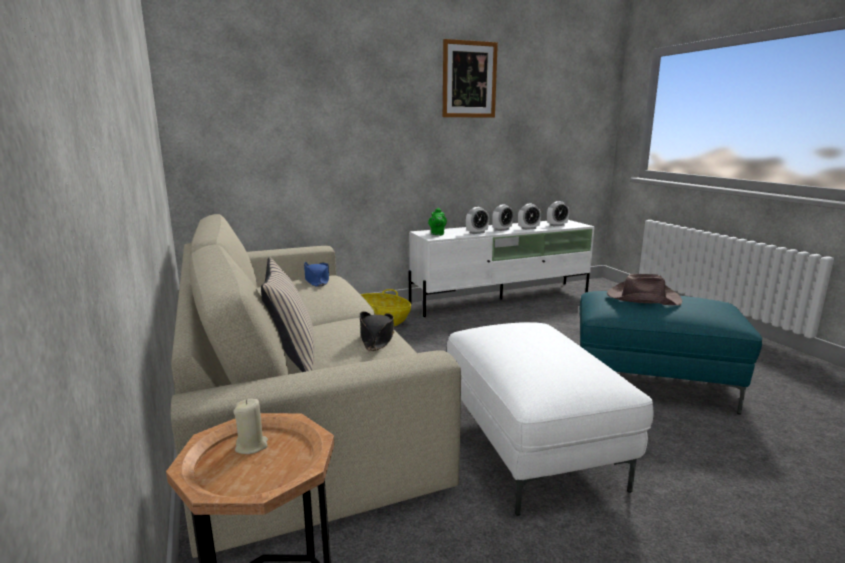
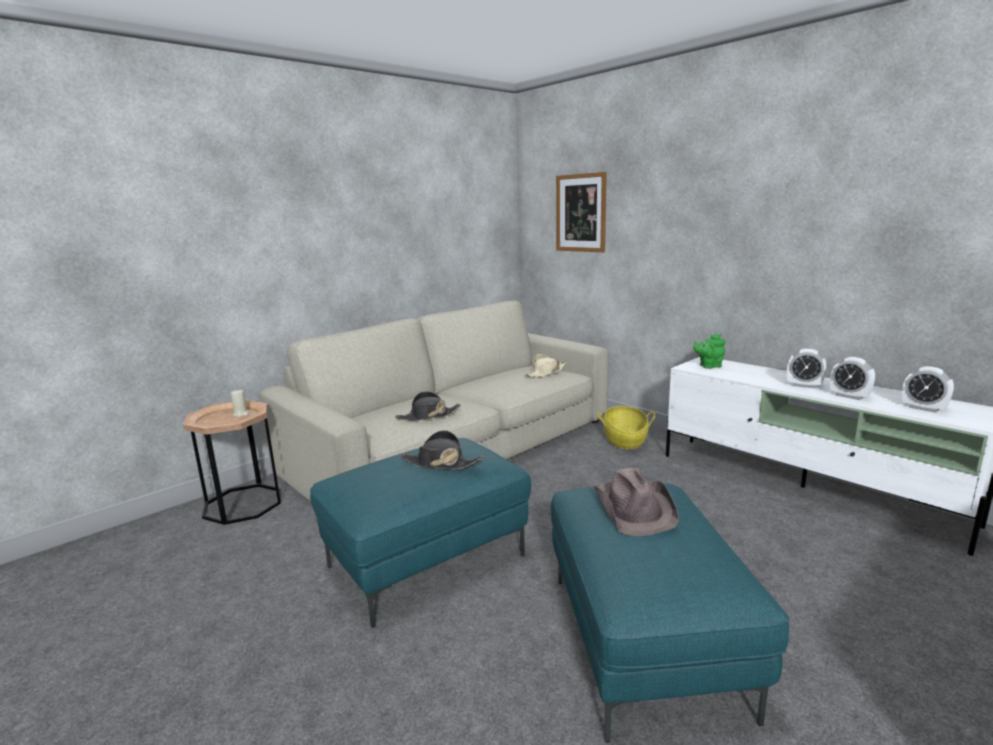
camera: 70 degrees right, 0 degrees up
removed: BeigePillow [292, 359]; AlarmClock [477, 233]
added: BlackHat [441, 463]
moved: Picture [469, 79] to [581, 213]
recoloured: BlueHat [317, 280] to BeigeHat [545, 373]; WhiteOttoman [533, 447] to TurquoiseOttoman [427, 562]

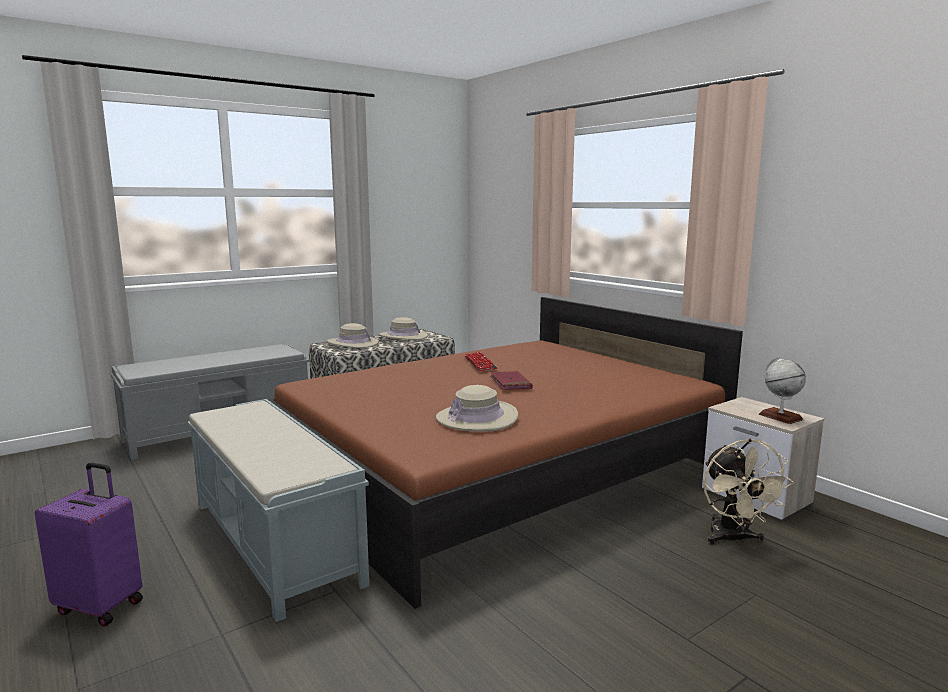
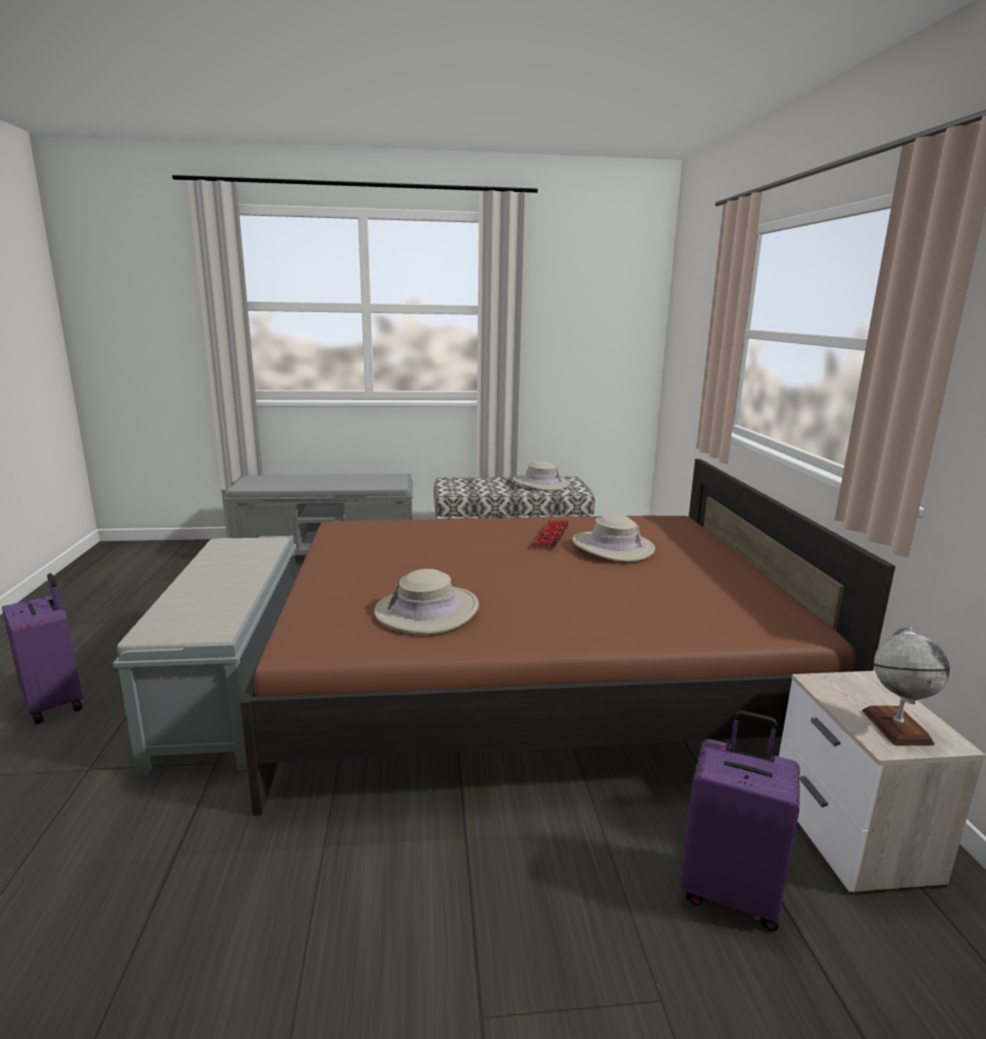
camera: 30 degrees right, 5 degrees up
removed: RedBook [510, 383]
moved: BeigeHat [353, 343] to [612, 547]
replaced: BeigeFan [733, 539] to PurpleSuitcase [730, 891]

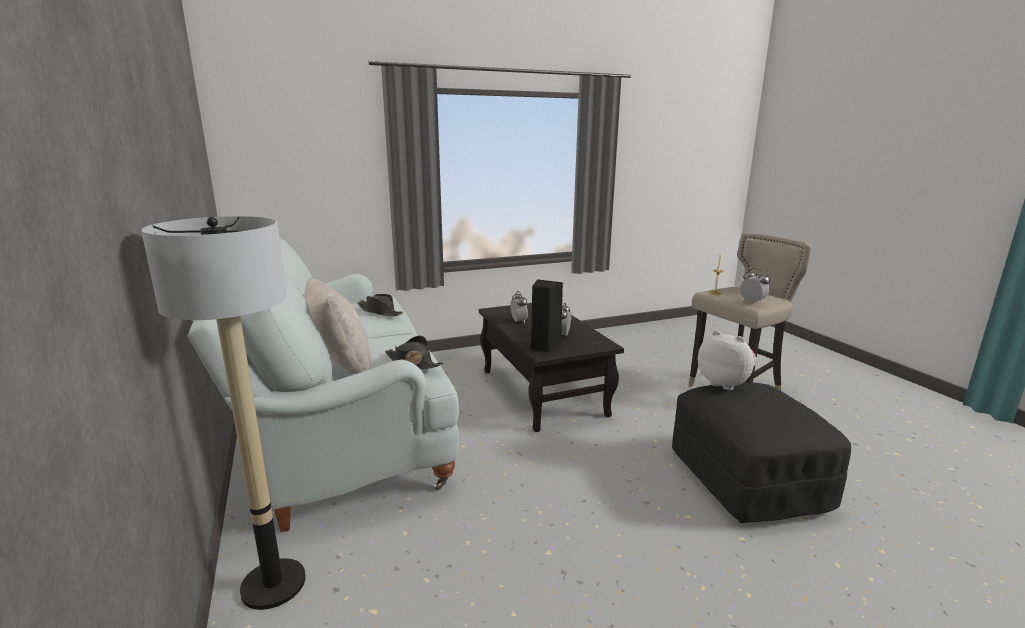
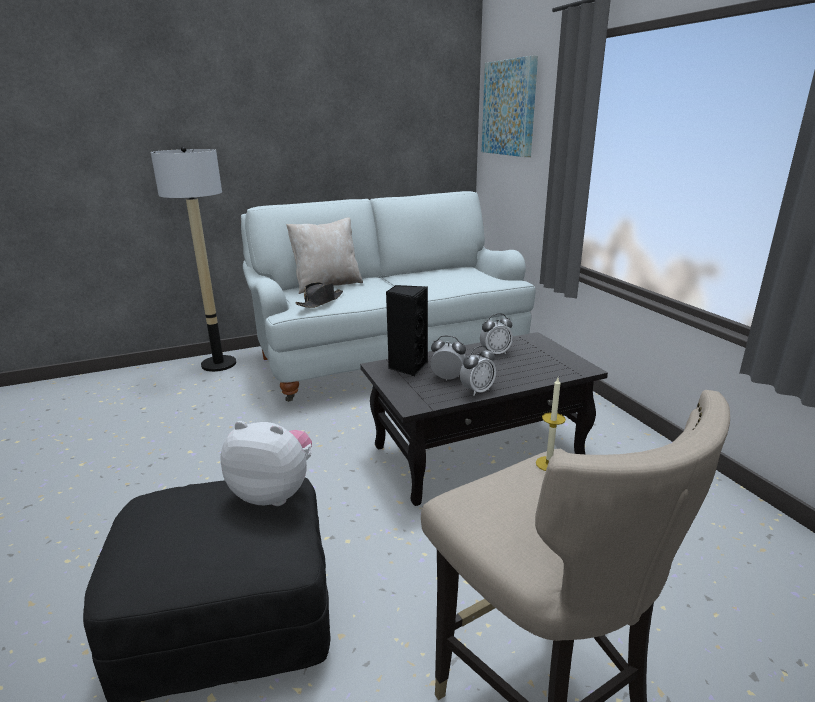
camera: 90 degrees right, 5 degrees up
removed: BlackHat [380, 312]
added: Picture [509, 108]
moved: AlarmClock [752, 302] to [477, 391]
turned: PlushToy [724, 384] = [274, 492] 120 degrees counterclockwise

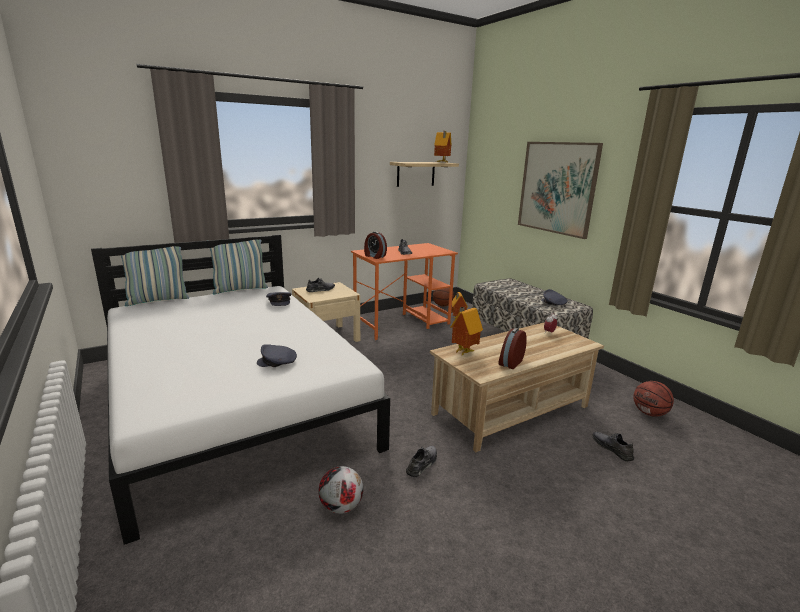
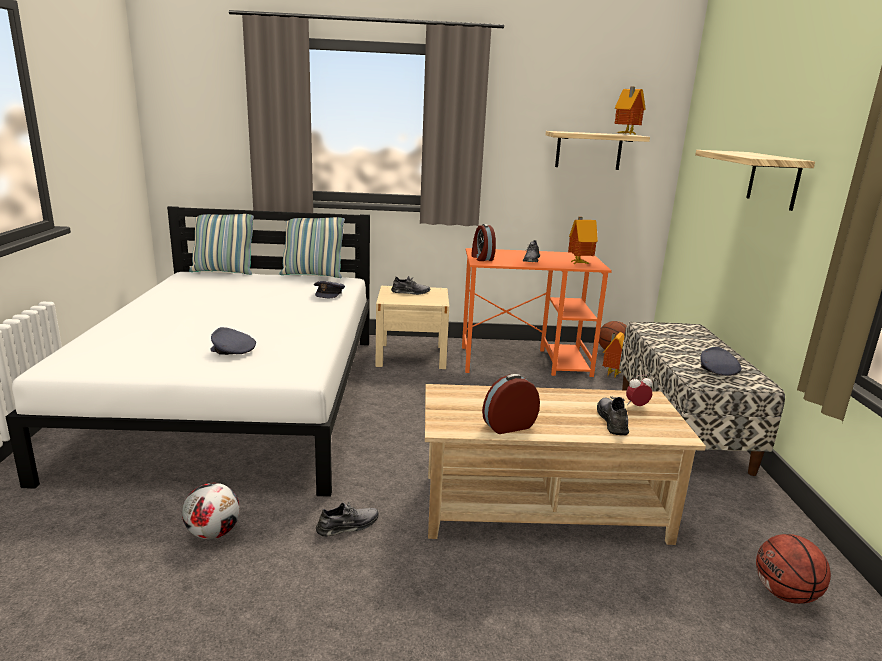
camera: 30 degrees right, 0 degrees up
moved: ToyHouse [463, 351] to [579, 263]; GreyShoe [612, 449] to [612, 421]
replaced: Picture [557, 188] to Shelf [773, 180]

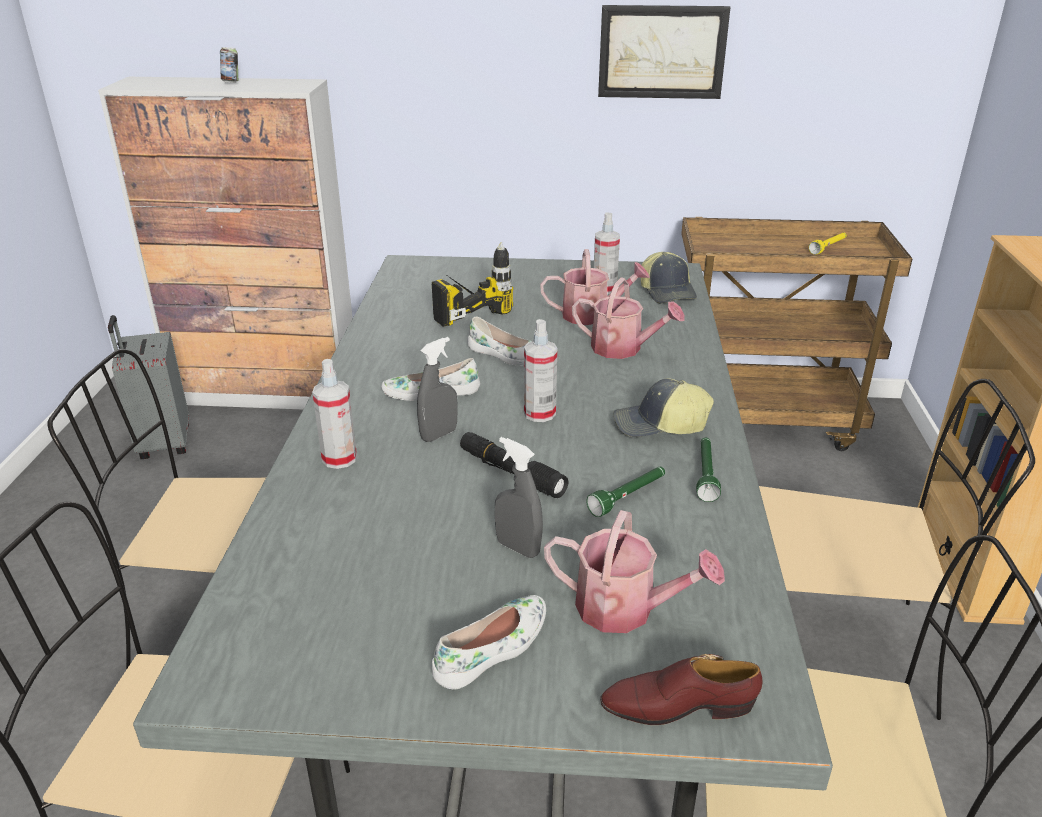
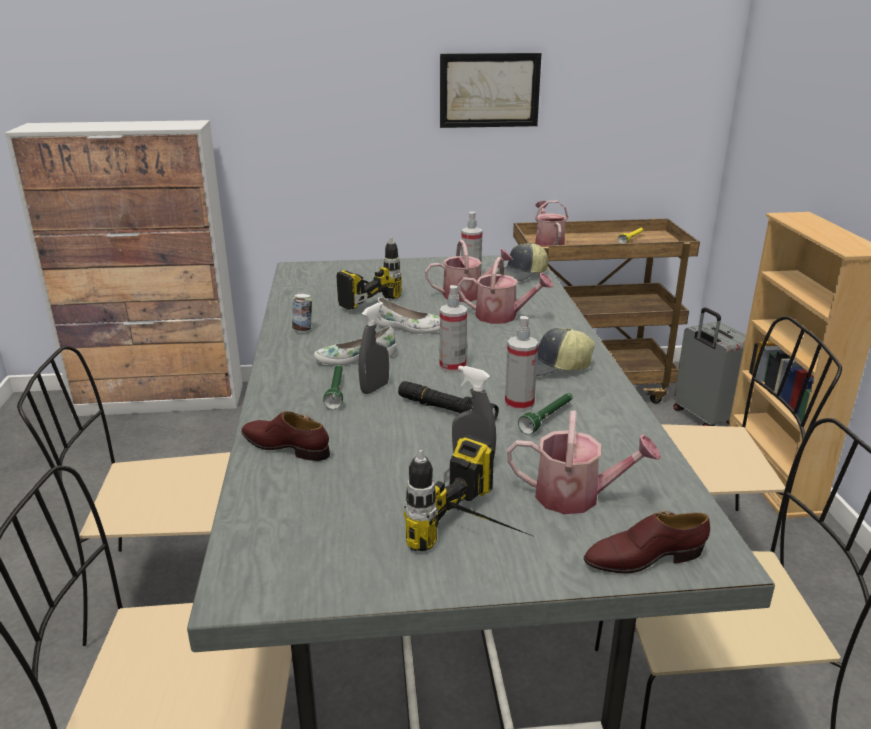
camera: 10 degrees left, 5 degrees down
added: BrownShoe [285, 446]; WateringCan [548, 243]
moved: GreySuitcase [163, 443] to [703, 418]; Can [231, 82] to [303, 330]; SprayBottle [339, 458] to [519, 404]; GreenFlashlight [705, 475] to [336, 391]
replaced: WhiteShoe [493, 649] to PowerDrill [481, 536]
turned: Cap [667, 292] = [522, 275] 75 degrees clockwise

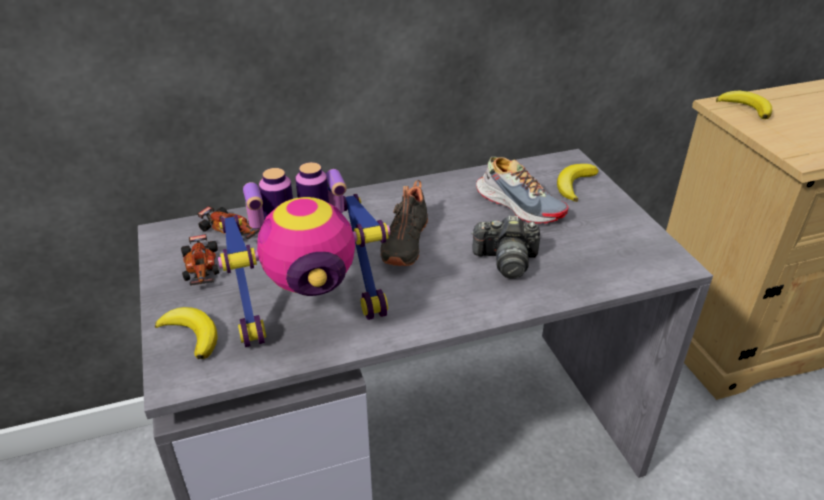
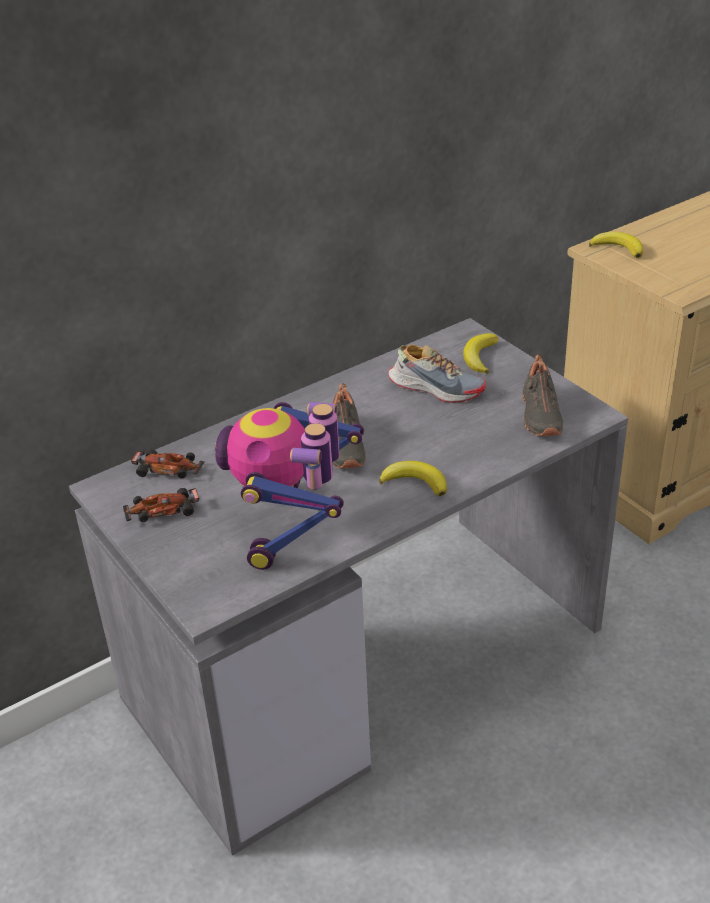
camera: 15 degrees left, 0 degrees up
removed: PhotoCamera [506, 260]
added: BlackShoe [539, 415]
moved: Banana [191, 335] to [415, 482]
turned: ToyCar [200, 267] = [162, 511] 105 degrees clockwise; ToyRobot [312, 314] = [294, 527] 135 degrees clockwise

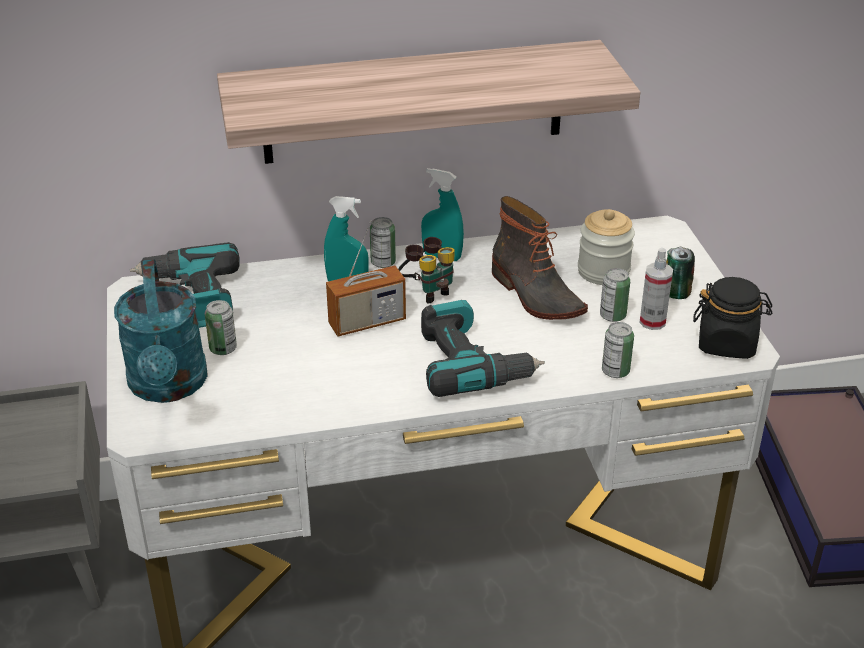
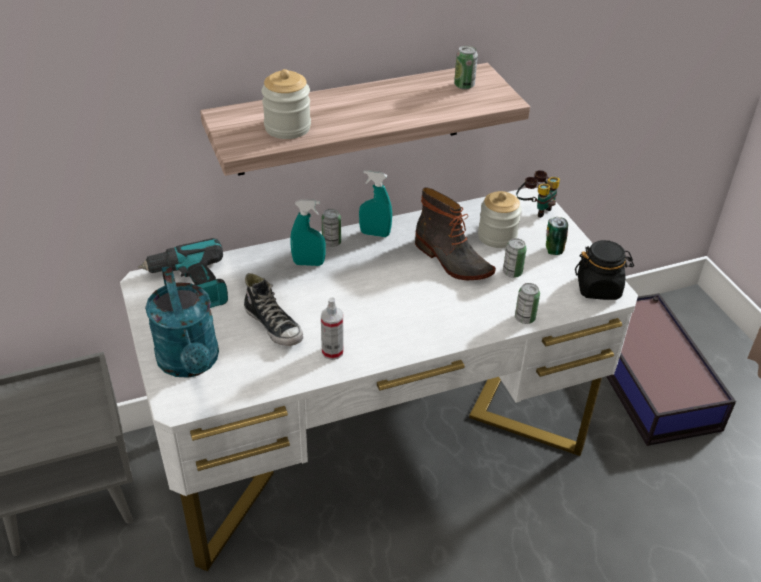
camera: 10 degrees left, 5 degrees up
removed: Radio [367, 322]; PowerDrill [471, 364]
added: Shoe [274, 326]; Jar [287, 127]
moved: Can [223, 349] to [464, 85]; Binoculars [428, 291] to [535, 208]; SprayBottle [652, 322] to [332, 352]

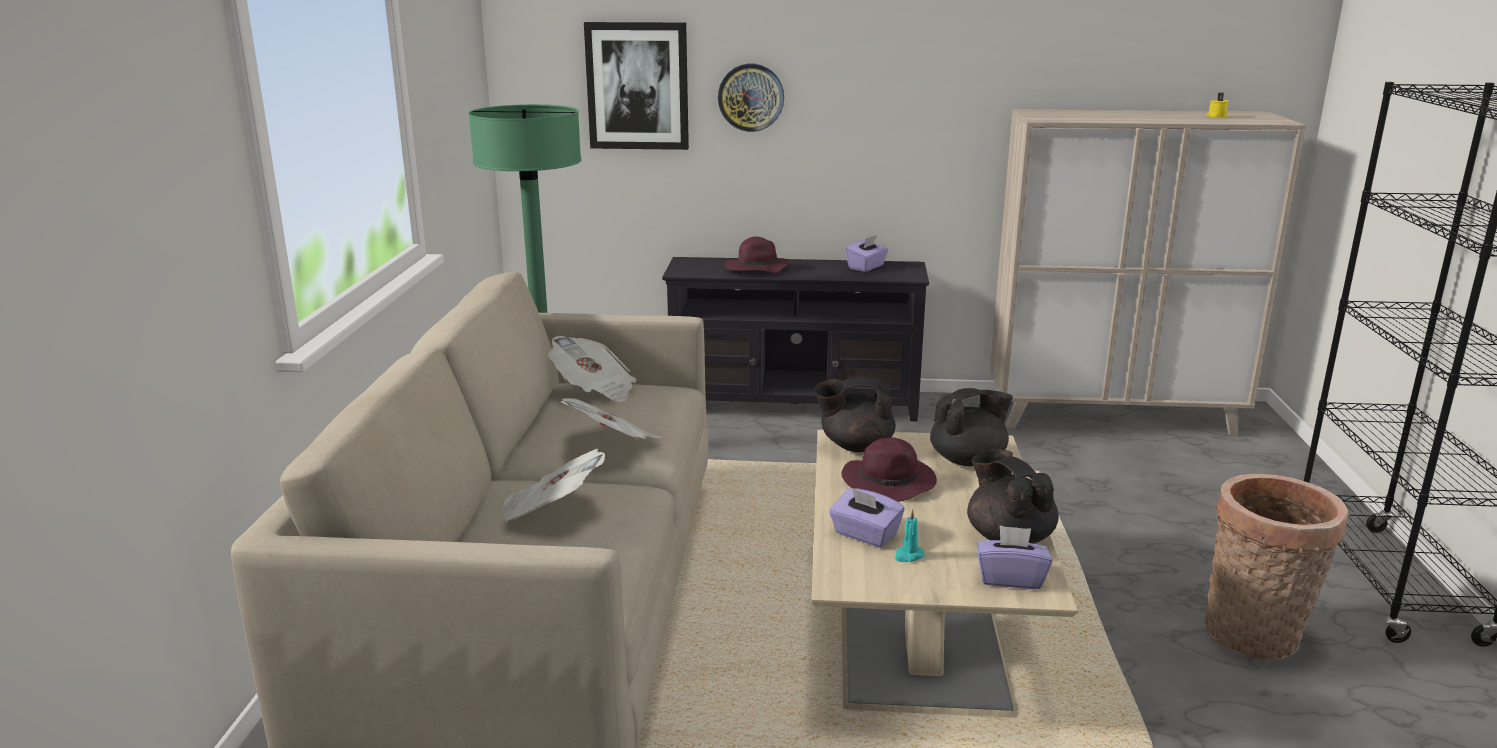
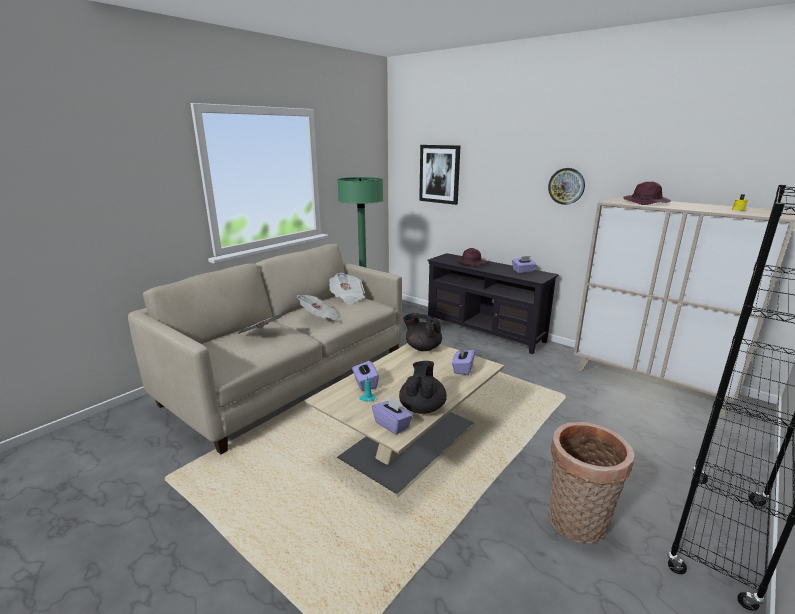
camera: 35 degrees right, 0 degrees up
moved: WallClock [751, 97] to [566, 186]; PurpleHat [890, 482] to [646, 202]
replaced: BlackTeapot [968, 460] to PurpleTissueBox [462, 369]

